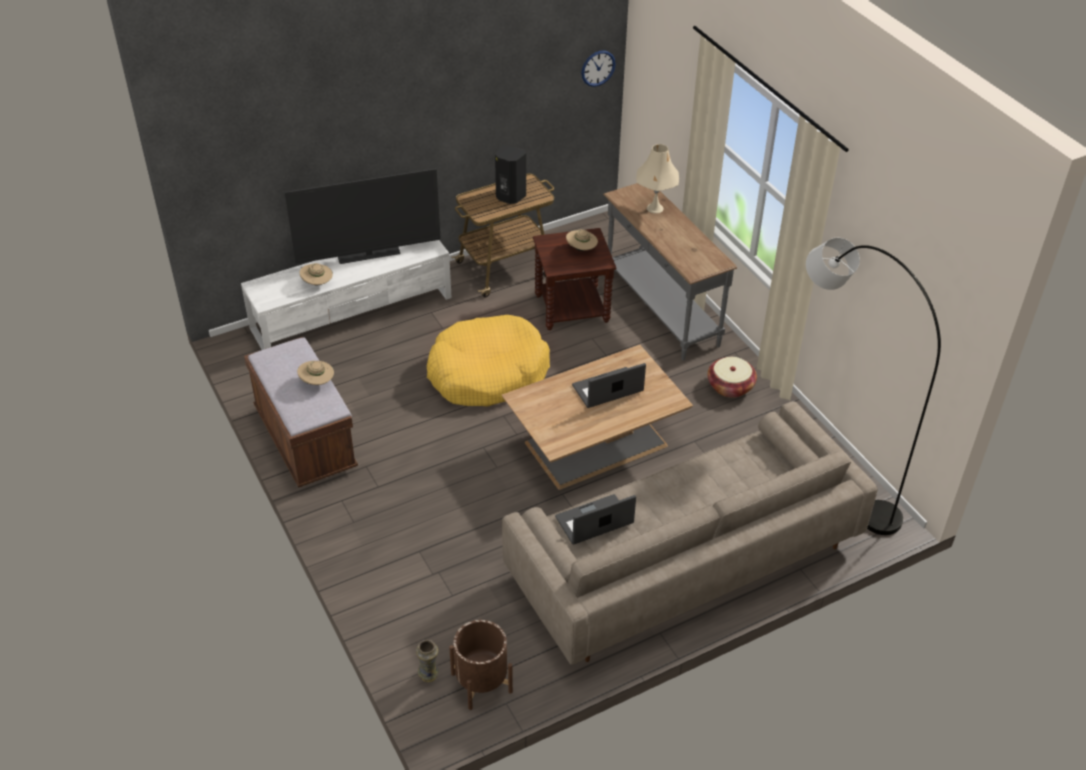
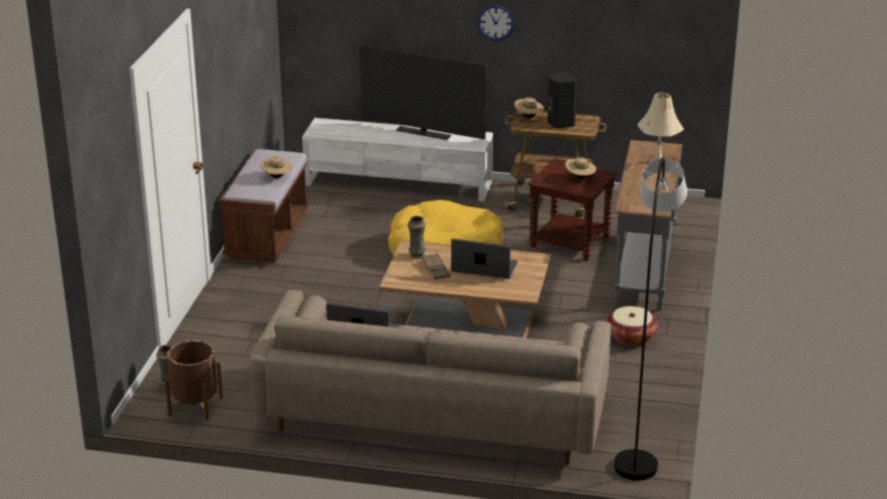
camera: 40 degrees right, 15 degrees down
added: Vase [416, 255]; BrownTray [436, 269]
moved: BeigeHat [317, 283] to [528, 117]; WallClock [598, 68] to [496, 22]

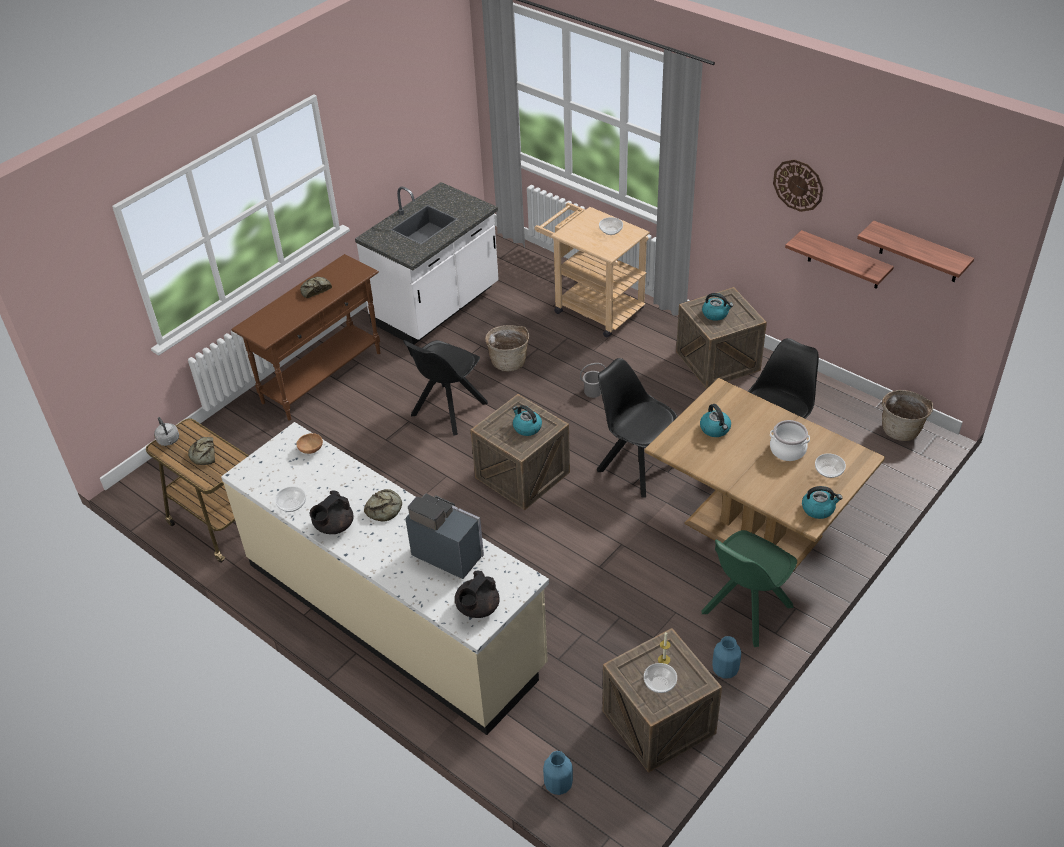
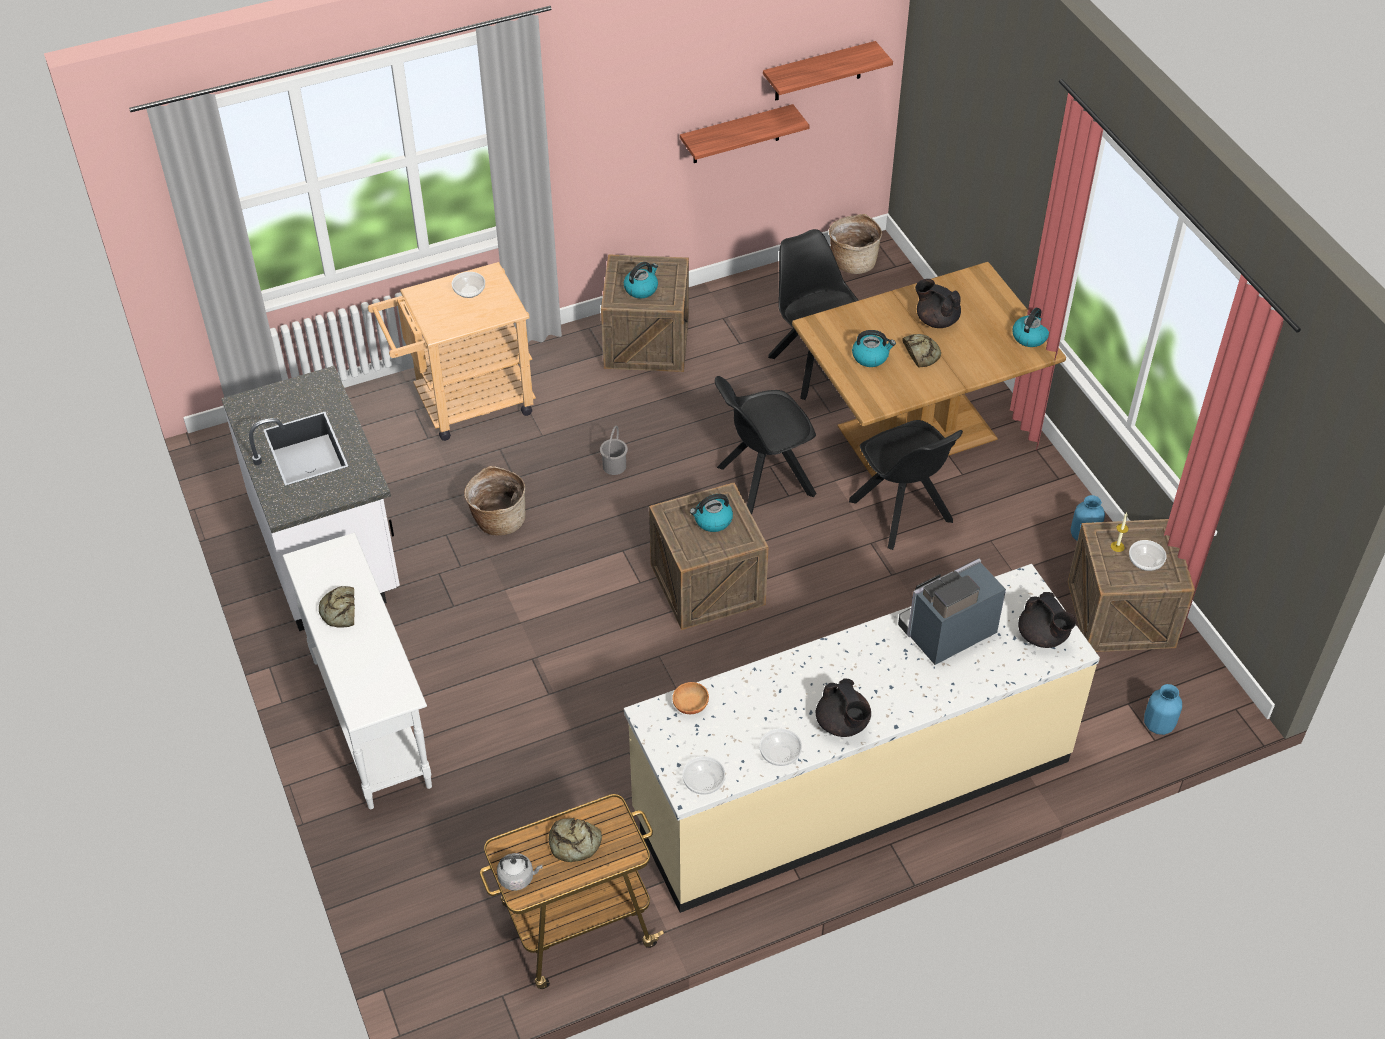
camera: 65 degrees left, 5 degrees up
removed: GreenChair [745, 611]; WallClock [798, 185]
moved: Bread [385, 508] to [920, 353]; BlackChair [447, 410] to [902, 513]; Bowl [828, 471] to [703, 782]
replaced: CookingPot [787, 450] to BlackTeapot [936, 320]
recoloured: BrownConsoleTable [323, 377] to WhiteConsoleTable [372, 721]

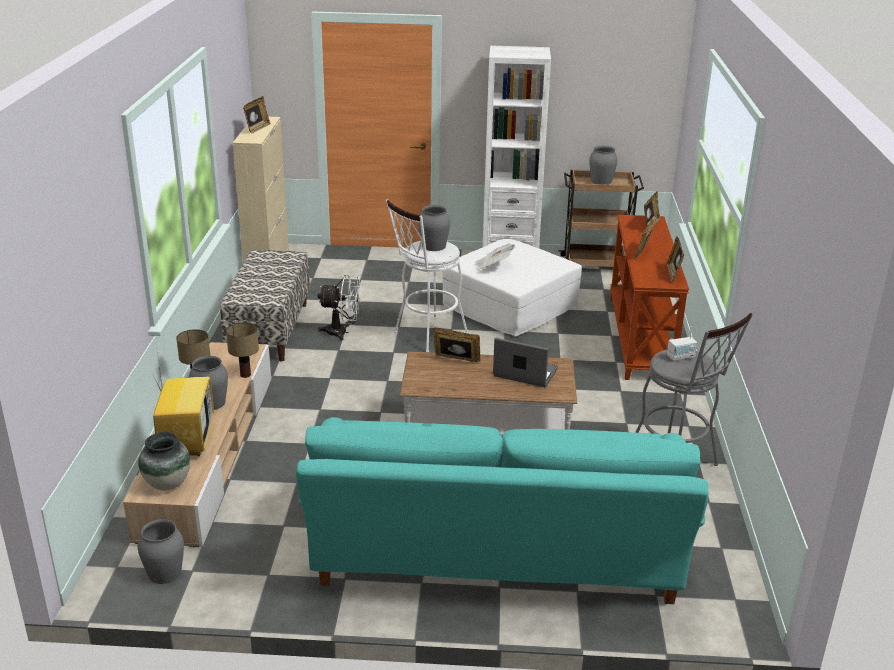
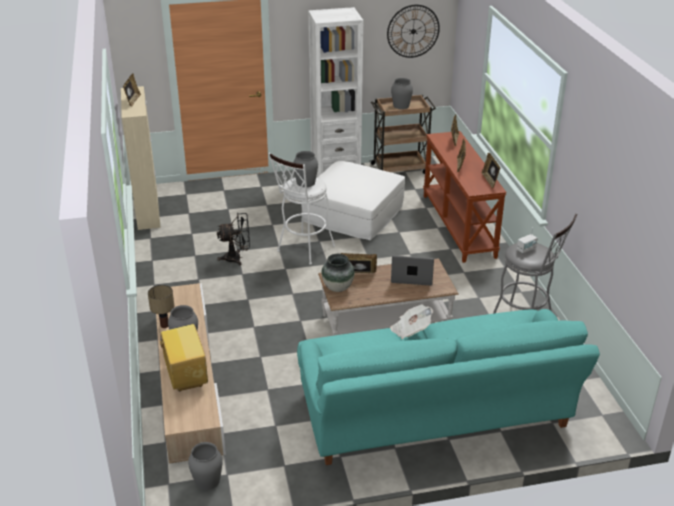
camera: 15 degrees left, 5 degrees up
removed: Bench [269, 330]; TableLamp [245, 375]
added: WallClock [413, 31]
moved: Vase [168, 484] to [338, 288]; Newspaper [493, 265] to [410, 330]
recoloured: WhiteFan [342, 332] to BlackFan [237, 258]

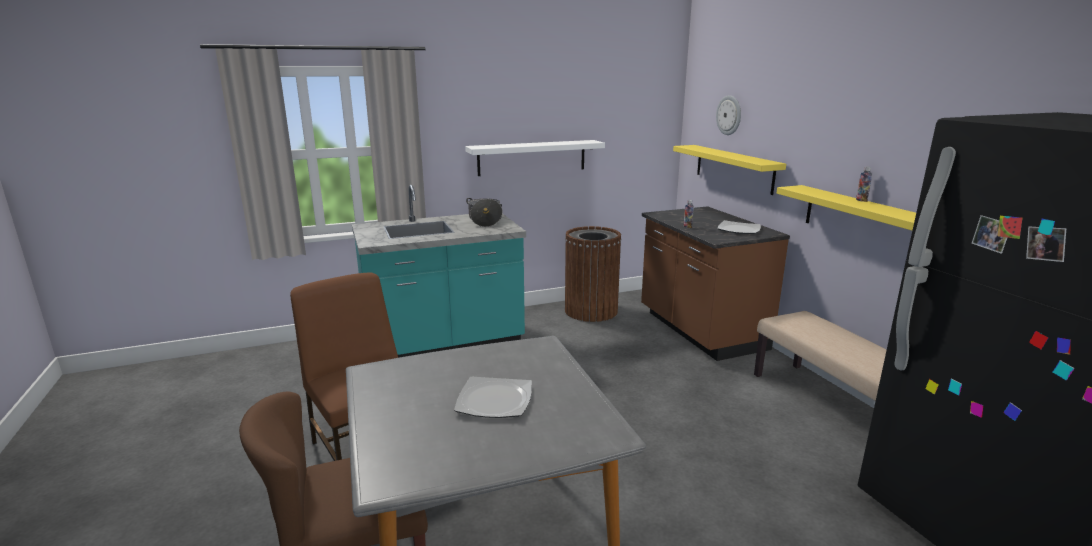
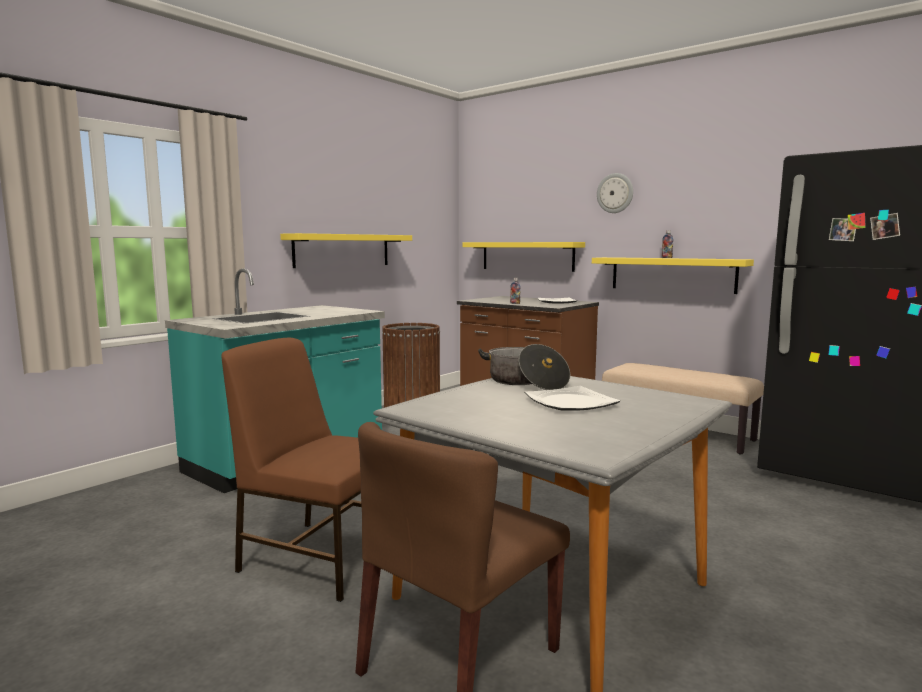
camera: 30 degrees left, 10 degrees down
moved: CookingPot [485, 220] to [525, 382]; WallClock [729, 115] to [615, 193]
recoloured: WhiteShelf [532, 157] to YellowShelf [342, 250]

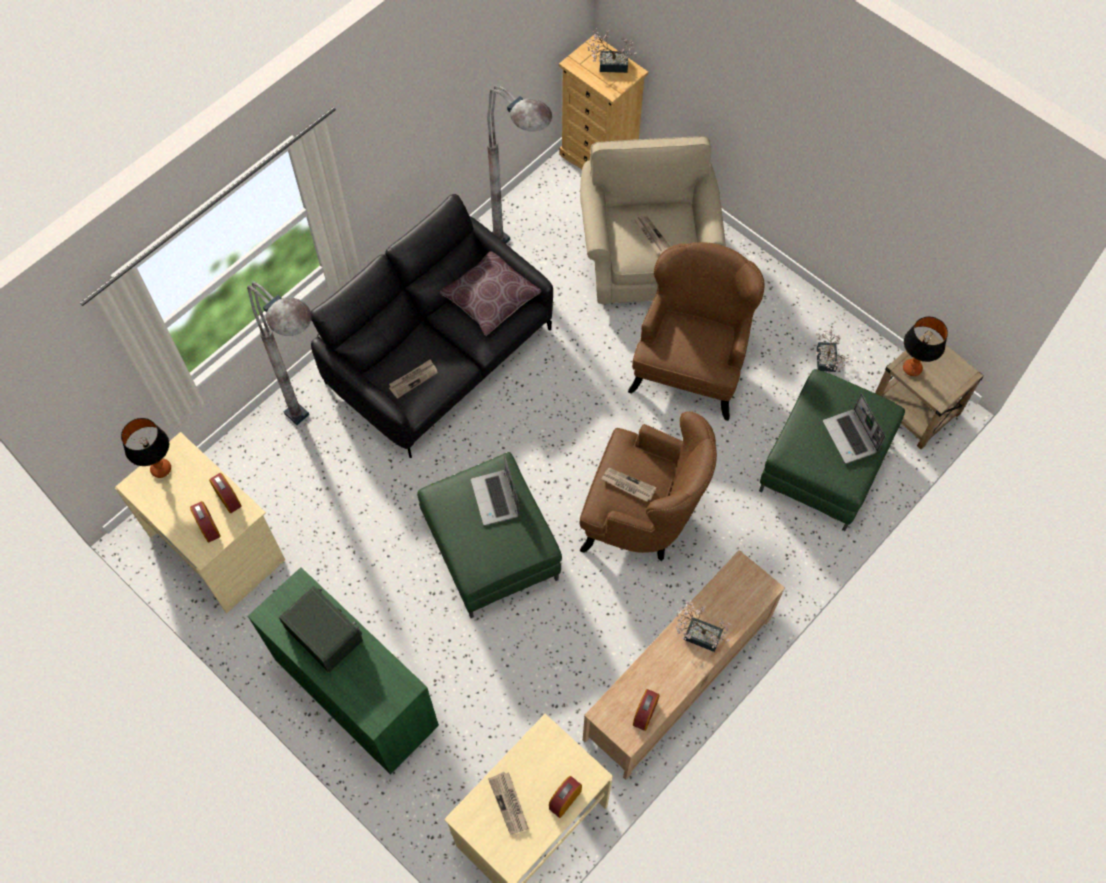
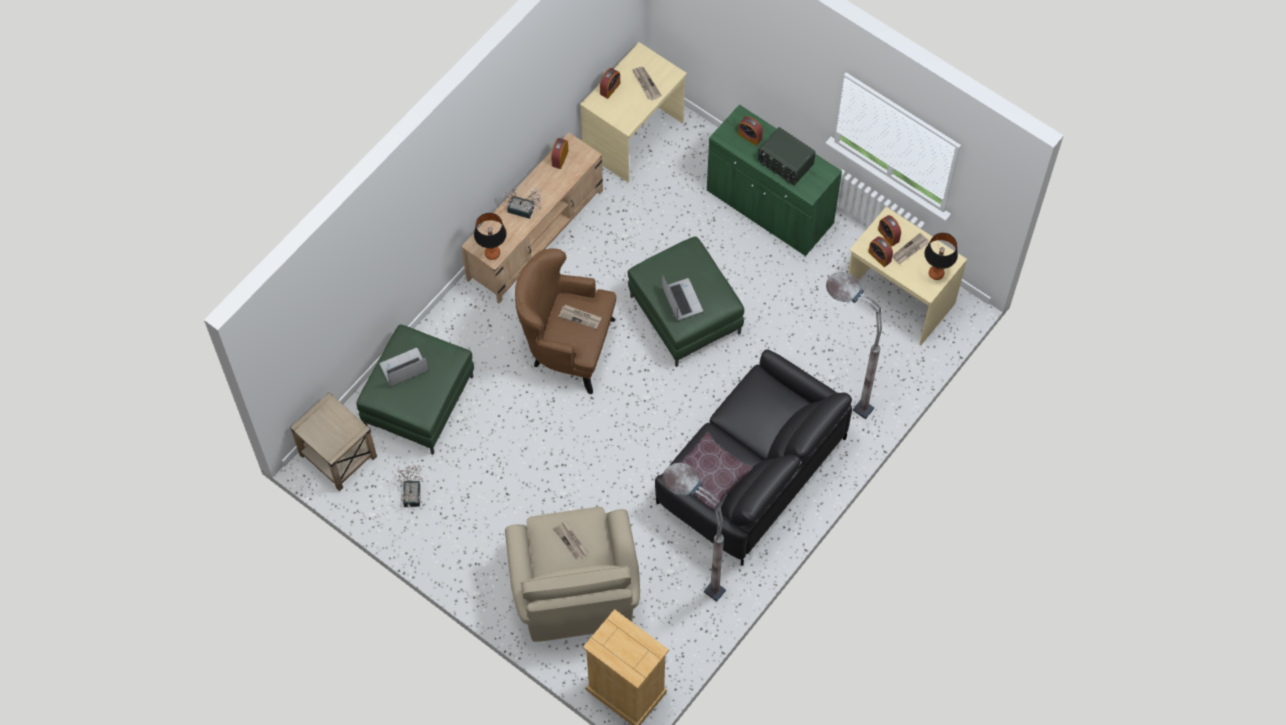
camera: 175 degrees right, 0 degrees up
removed: PottedPlant [609, 64]; BrownArmchair [690, 369]
added: AlarmClock [750, 136]
moved: Newspaper [413, 379] to [910, 250]; TableLamp [912, 368] to [492, 253]
turned: Laptop [850, 437] = [403, 369] 90 degrees counterclockwise

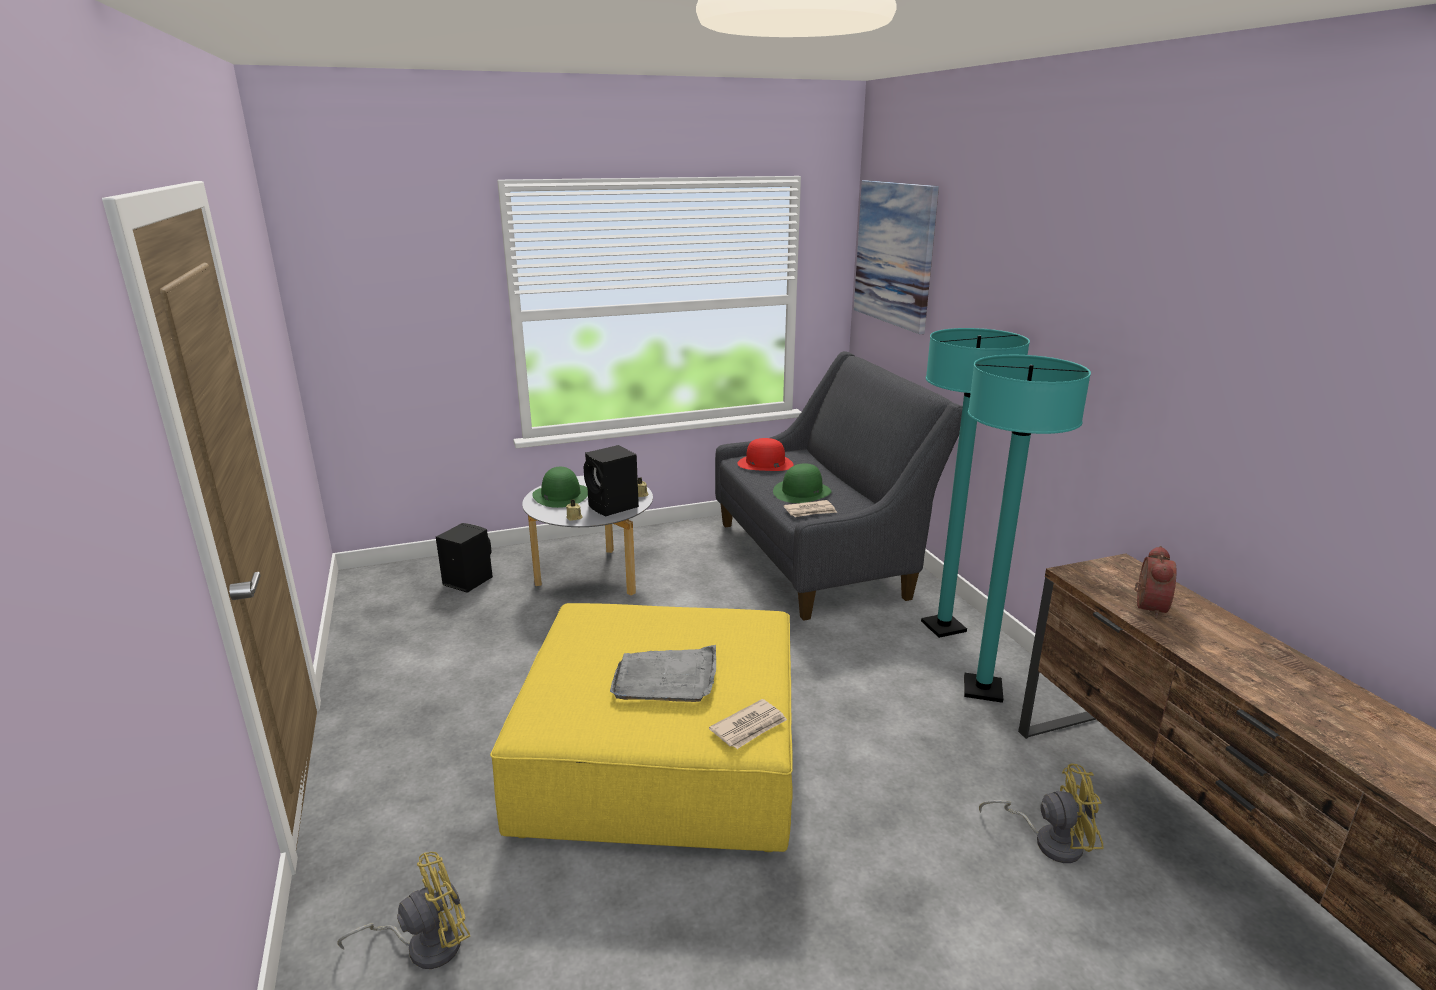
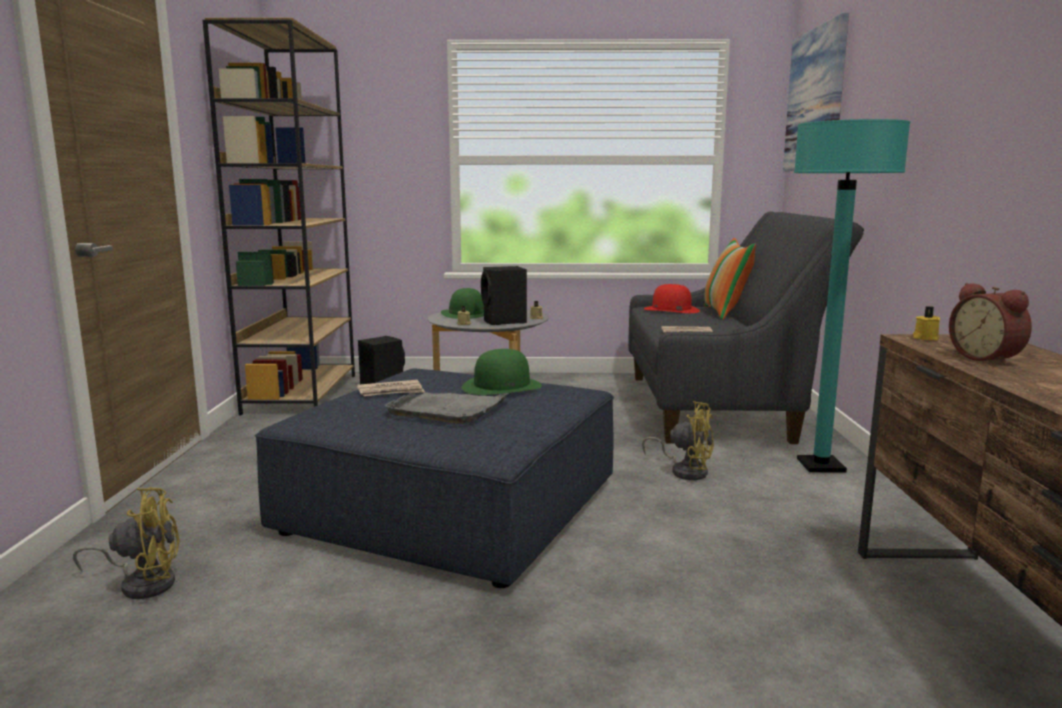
camera: 20 degrees right, 10 degrees down
removed: TurquoiseFloorLamp [982, 689]
added: BrownBookcase [301, 393]; Pillow [726, 313]; YellowCandle [925, 338]
moved: Newspaper [749, 727] to [391, 391]; GreenHat [802, 492] to [502, 386]; YellowFan [1049, 840] to [685, 471]
recoloured: YellowOttoman [661, 754] to BlueOttoman [451, 506]
turned: AlarmClock [1146, 606] = [987, 358] 120 degrees clockwise

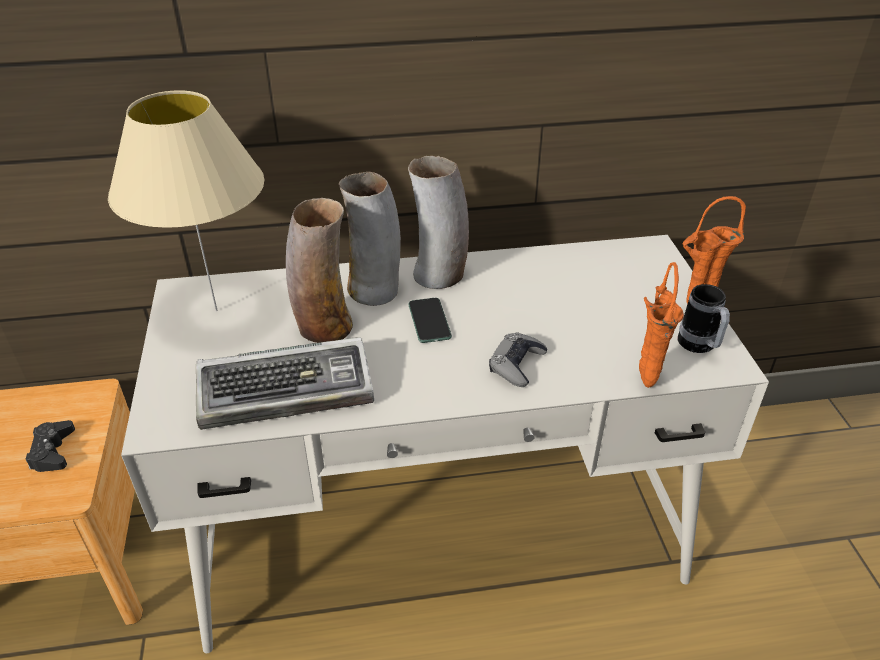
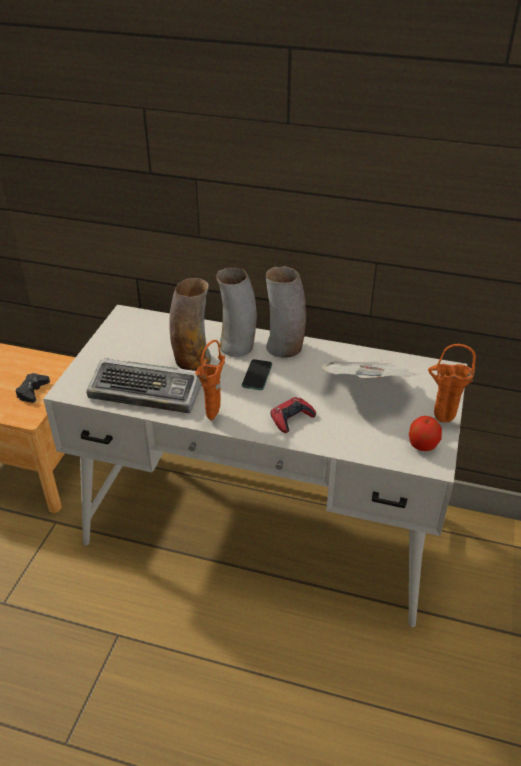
camera: 25 degrees right, 0 degrees up
removed: BeigeTableLamp [215, 311]
added: Newspaper [367, 388]
moved: OrangeVase [644, 379] to [214, 415]
replaced: Mug [699, 347] to Apple [422, 445]
recoloured: GreyGameController [516, 364] to RedGameController [291, 418]

